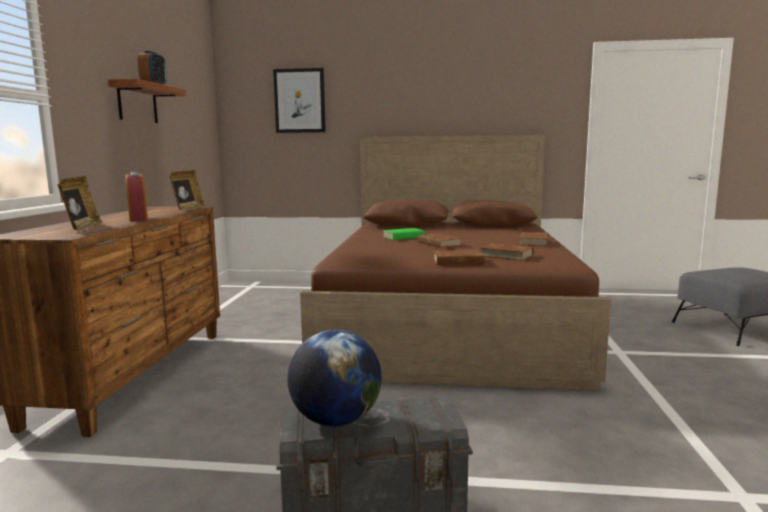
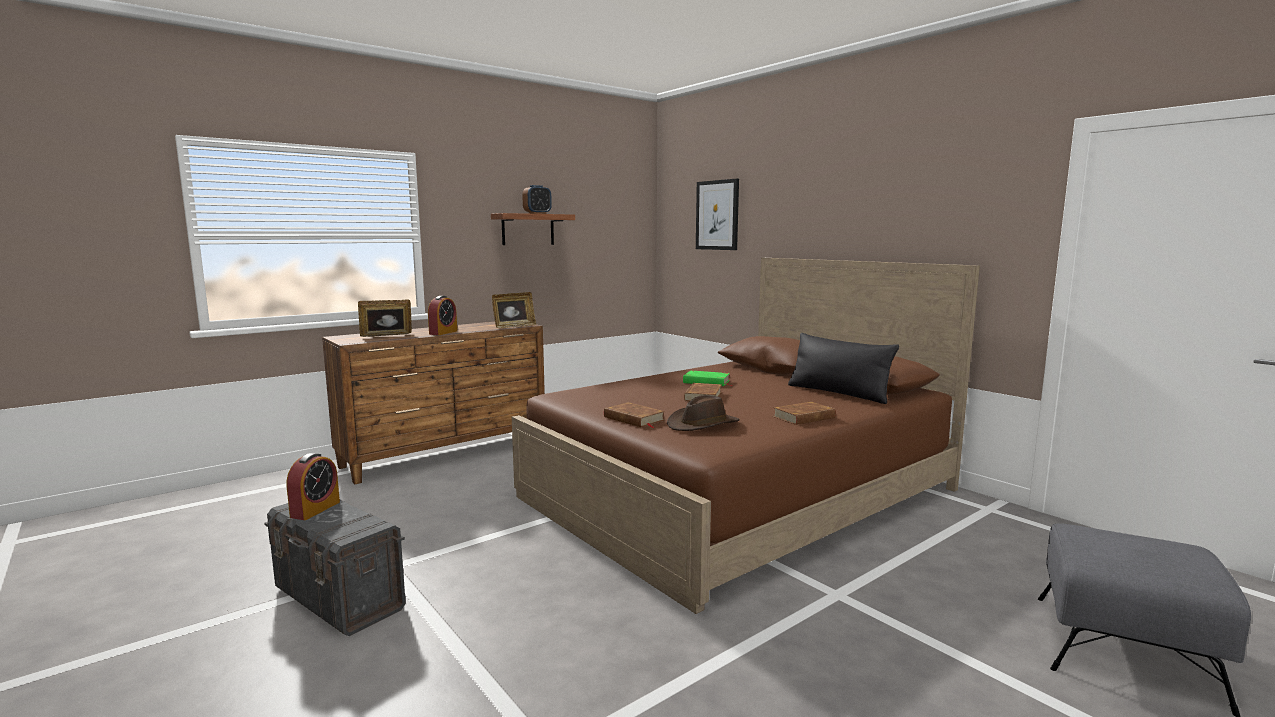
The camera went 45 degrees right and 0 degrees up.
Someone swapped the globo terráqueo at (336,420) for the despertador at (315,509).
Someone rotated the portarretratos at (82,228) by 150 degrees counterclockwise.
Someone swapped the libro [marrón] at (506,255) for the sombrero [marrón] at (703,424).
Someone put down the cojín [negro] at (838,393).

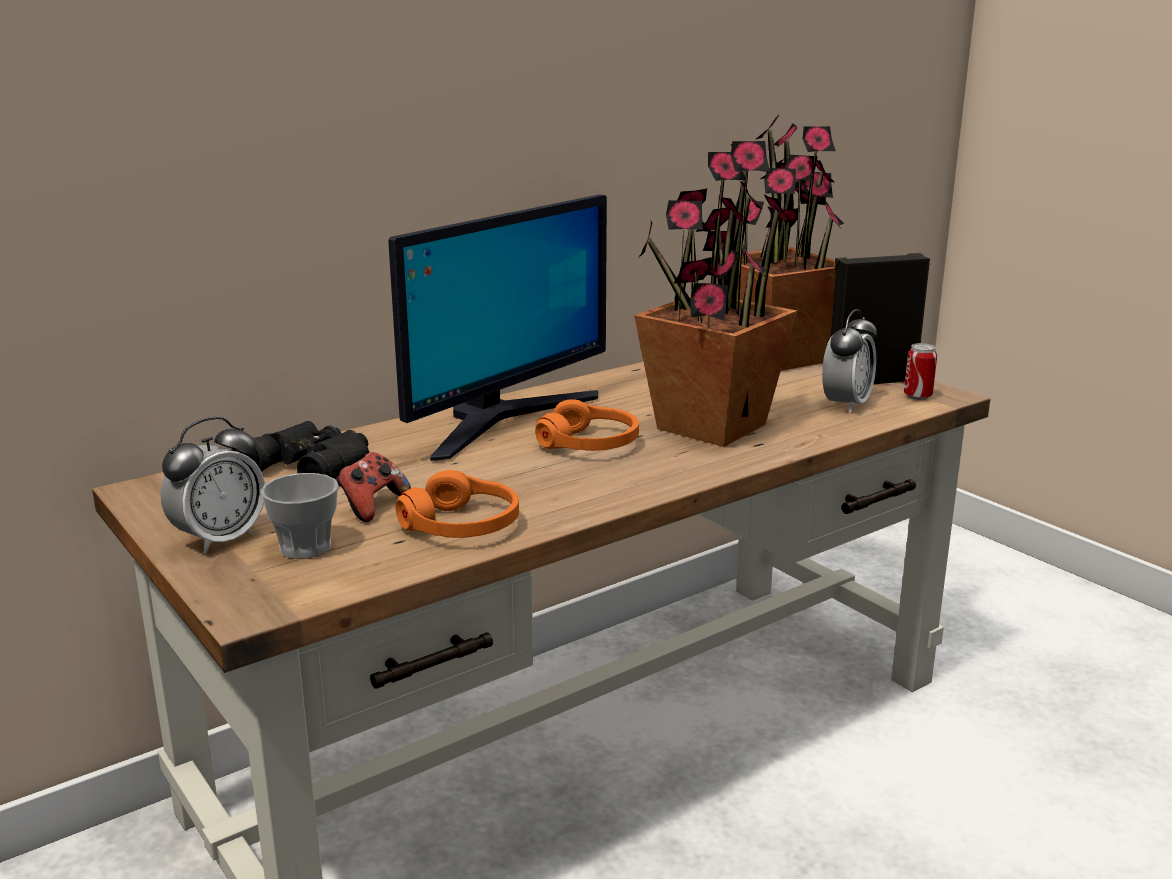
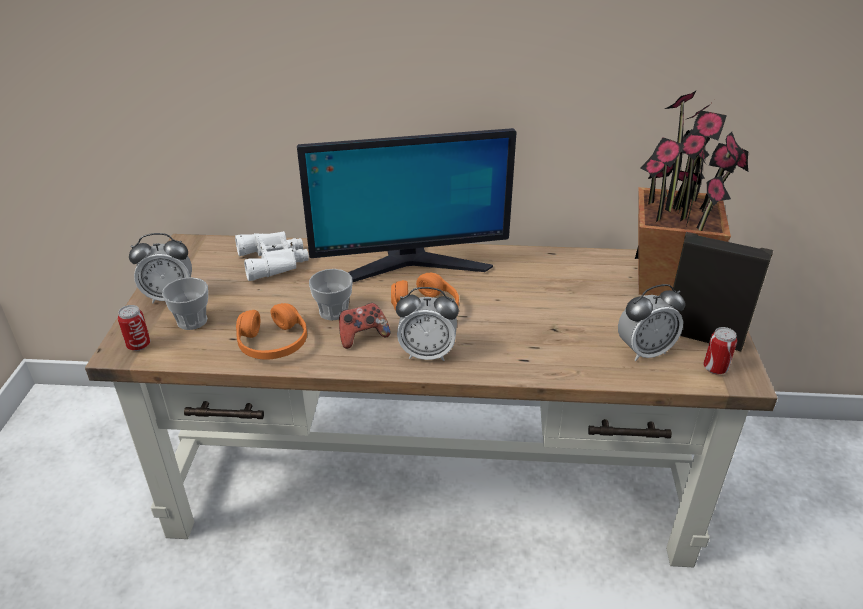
The camera went 40 degrees right and 15 degrees up.
Someone put down the lata at (139,345).
Someone repainted the prismáticos [negro] at (315,464), which became the prismáticos [blanco] at (274,260).
Someone put down the taza at (333,311).
Someone carried the mando de consola from (372,506) to (363,336).
Someone put down the despertador at (427,353).
Someone took away the planta en maceta at (709,426).

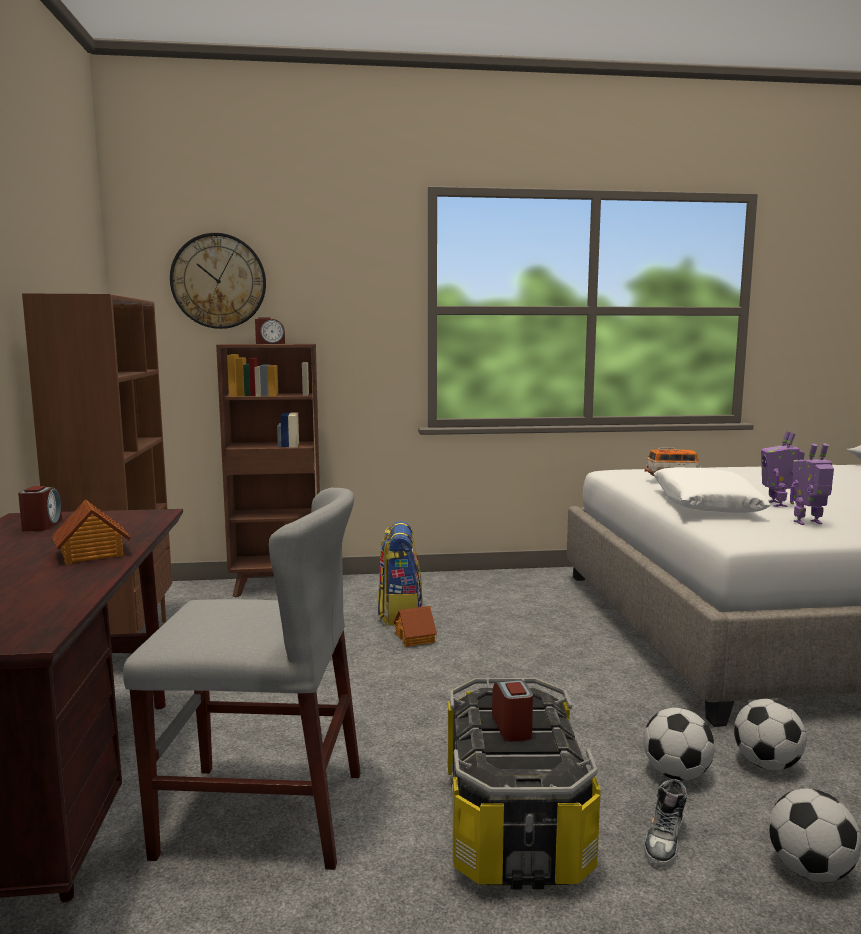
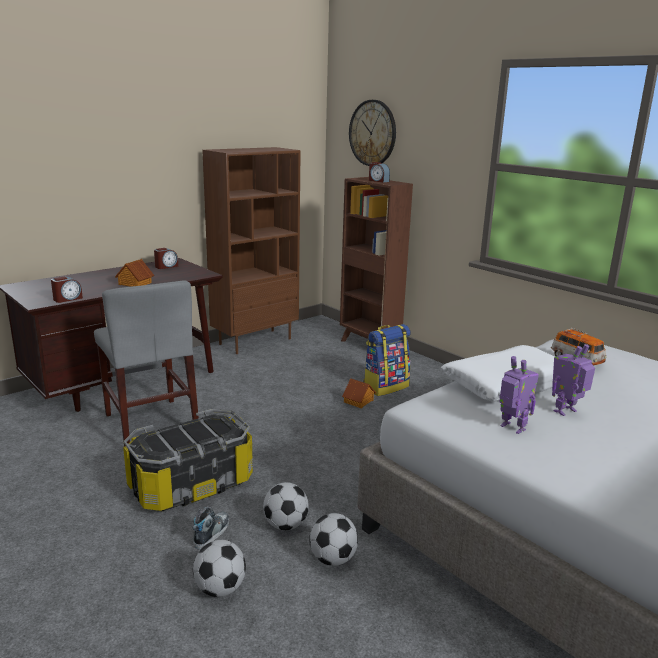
The camera went 55 degrees right and 10 degrees up.
Someone carried the despertador from (512,727) to (67,299).
Someone rotated the zapato at (665,841) by 120 degrees clockwise.

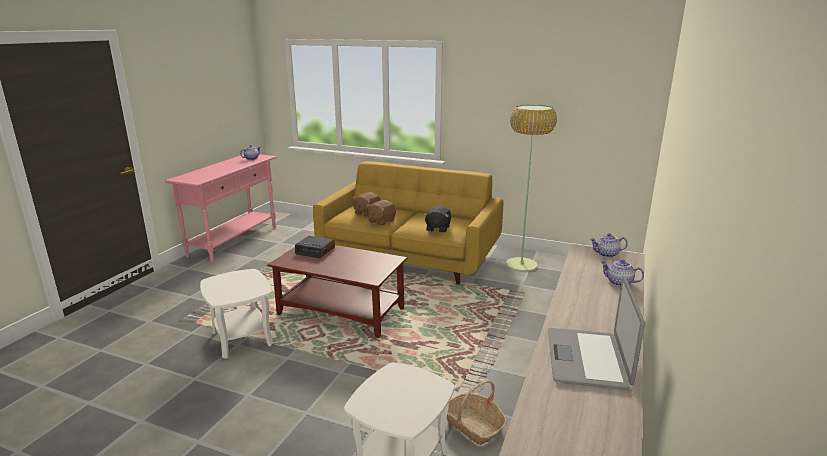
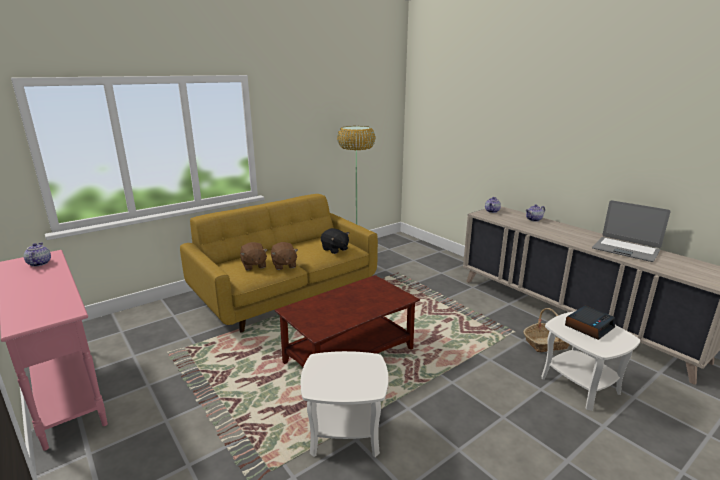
The camera went 60 degrees left and 0 degrees up.
Someone carried the despertador from (315,251) to (589,326).

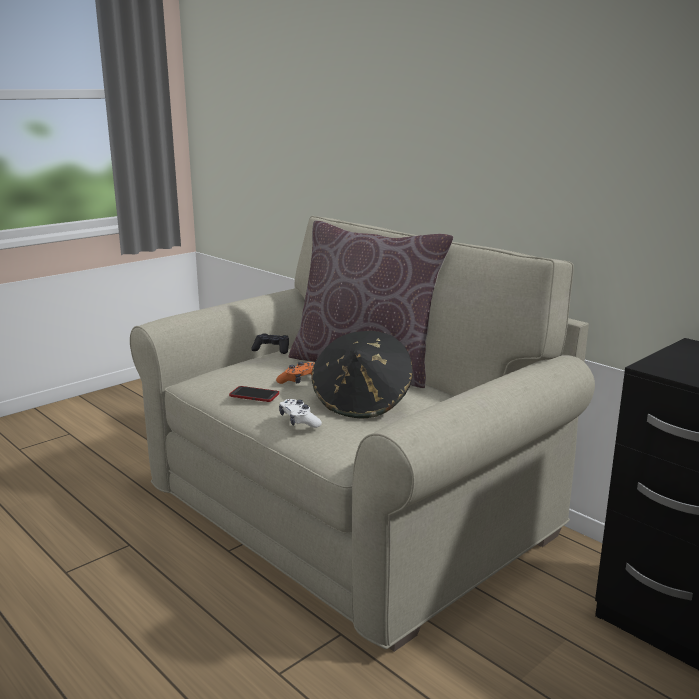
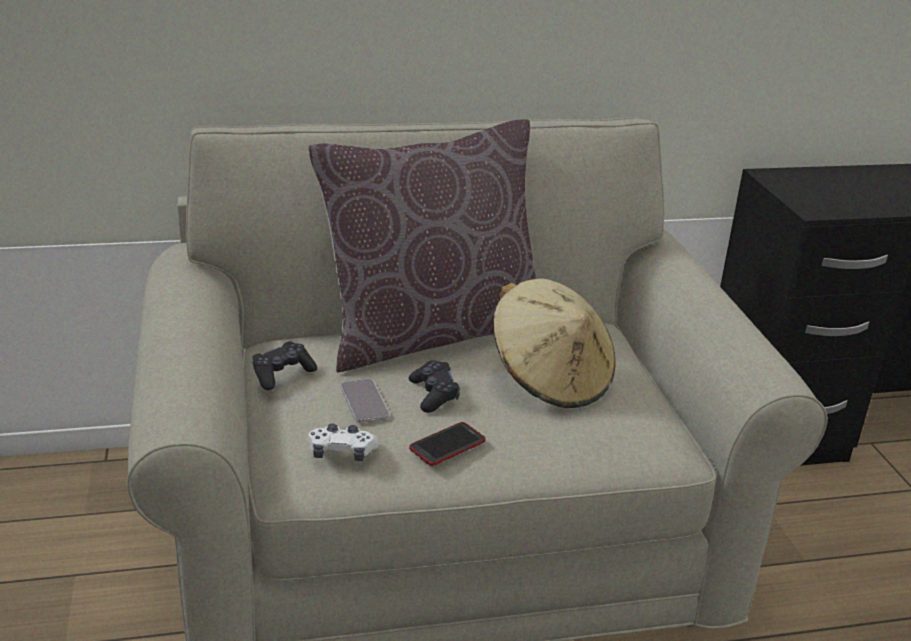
The camera went 60 degrees left and 10 degrees up.
Someone carried the mando de consola [blanco] from (299,421) to (341,452).
Someone put down the móvil at (364,402).
Someone repainted the mando de consola [naranja] at (299,380), which became the mando de consola [negro] at (434,394).
Someone repainted the sombrero [negro] at (362,402), which became the sombrero [beis] at (550,379).

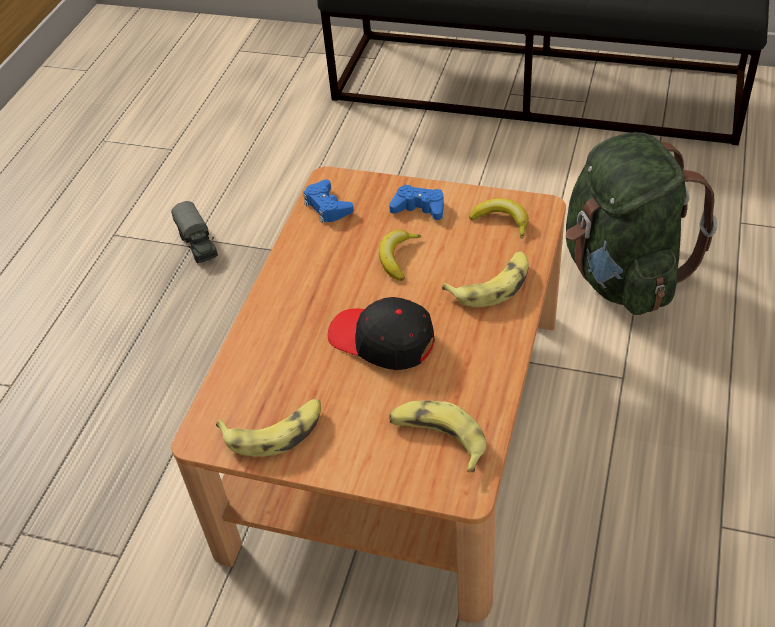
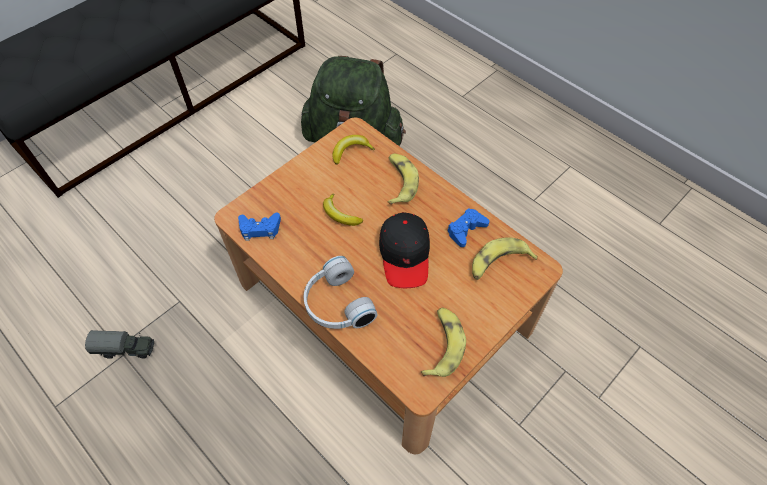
The camera went 65 degrees left and 10 degrees up.
Someone put down the auriculares [blanco] at (336,304).
Someone rotated the gorra [negro] at (382,340) by 60 degrees counterclockwise.
Someone carried the mando de consola [azul] from (419,208) to (466,230).

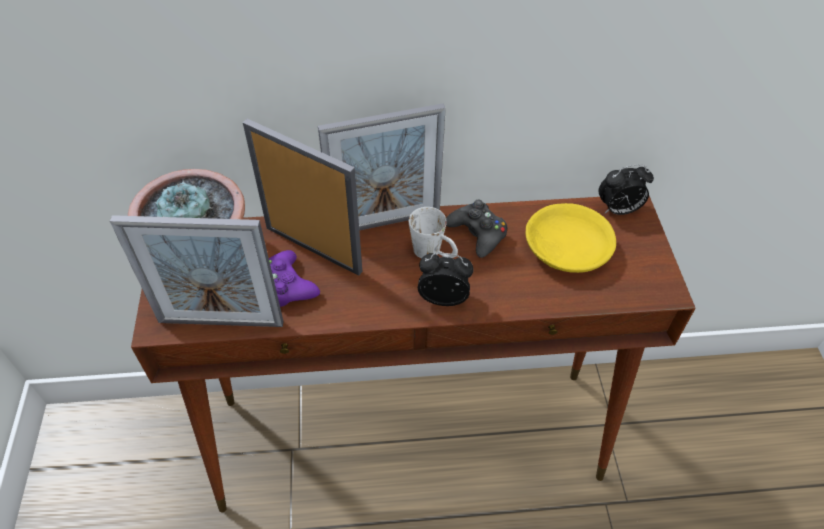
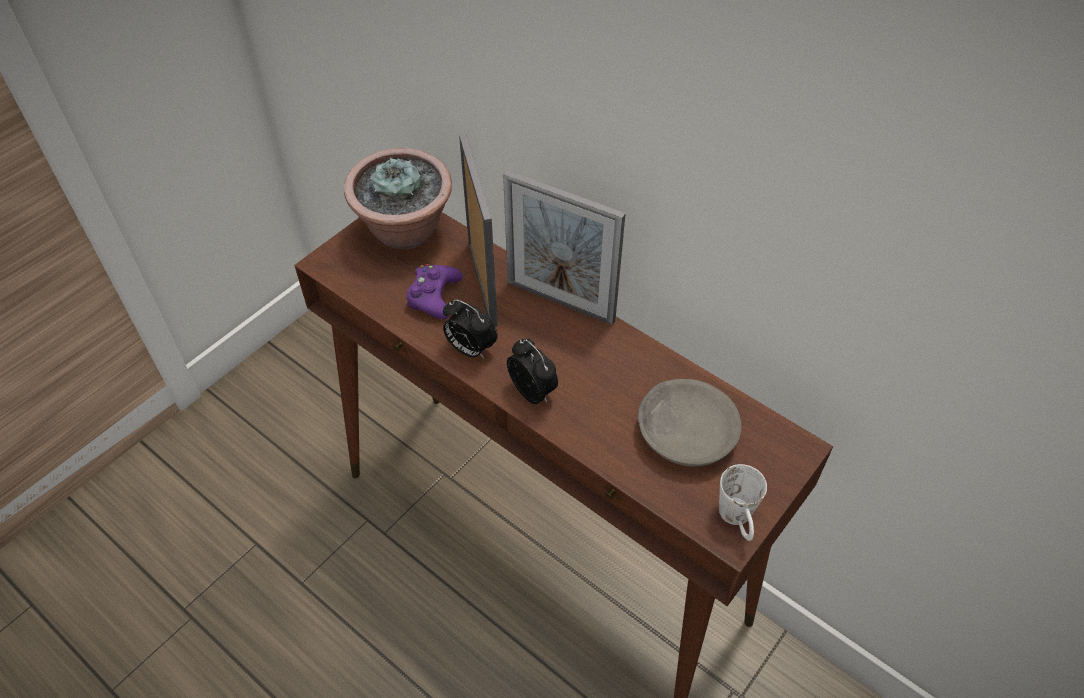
The camera went 45 degrees right and 0 degrees up.
Someone carried the despertador from (618,210) to (470,349).
Someone repainted the cuenco [amarillo] at (565,248), which became the cuenco [gris] at (685,431).
Someone carried the taza grande [blanco] from (434,253) to (738,521).
Someone took away the portarretratos at (221,322).
Someone took away the mando de consola [negro] at (478,233).

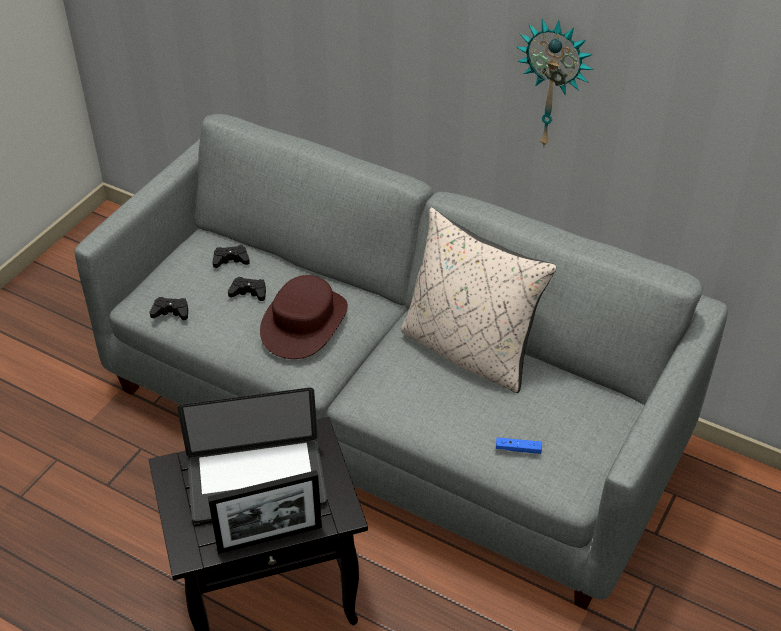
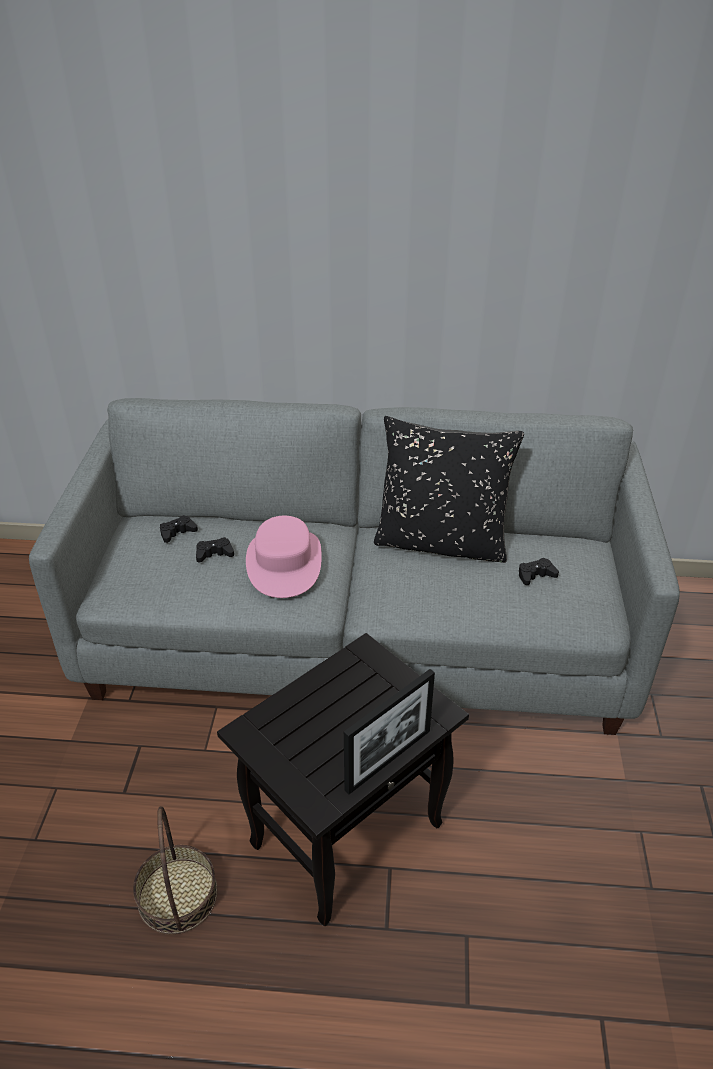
The camera went 25 degrees left and 5 degrees down.
Someone put down the cesta at (177,895).
Someone repainted the sombrero [marrón] at (304,322), which became the sombrero [rosa] at (284,563).
Someone repainted the cojín [beis] at (469,351), which became the cojín [negro] at (441,542).
Someone carried the mando de consola [negro] from (171,312) to (535,575).
Someone took away the portátil at (256,482).
Someone took away the mando de consola [azul] at (518,449).
Someone took away the reloj de pared at (553,83).

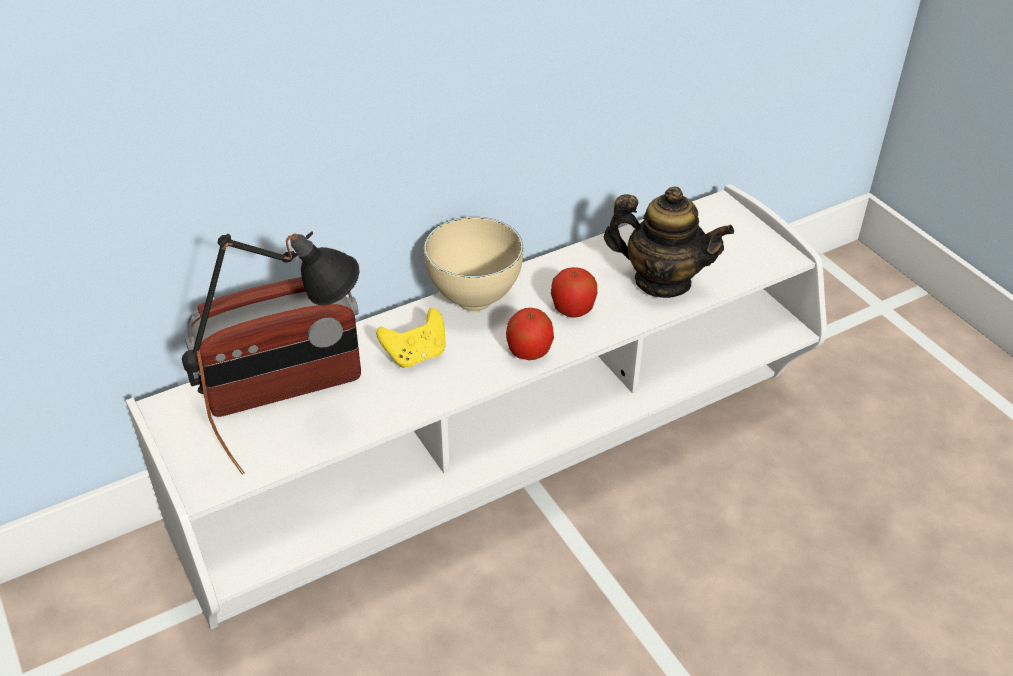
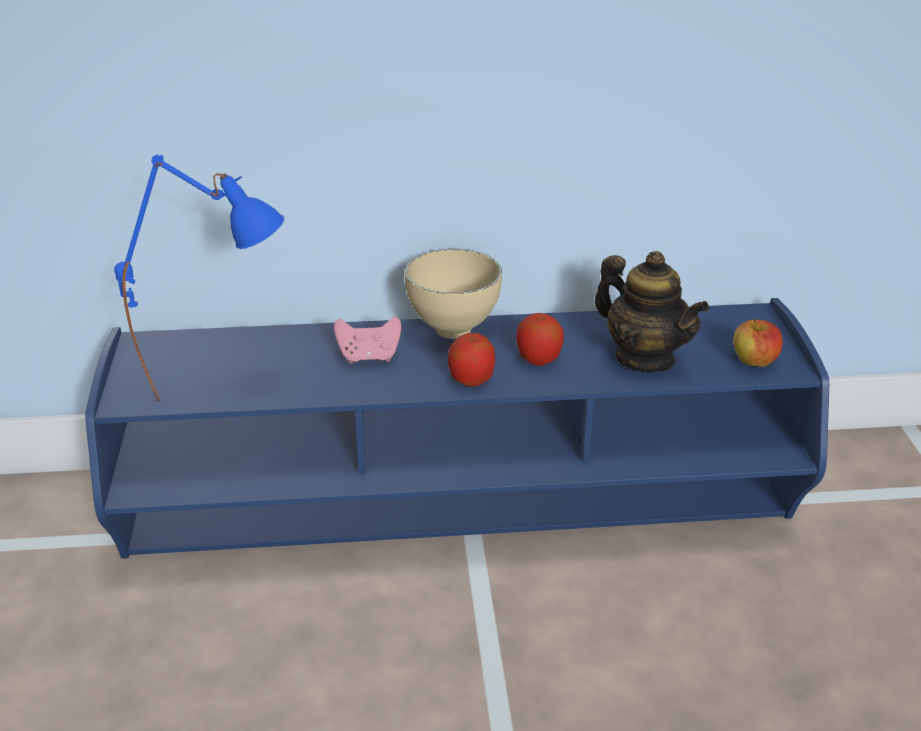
The camera went 25 degrees right and 10 degrees down.
Someone repainted the mueble de televisión [blanco] at (506,462), which became the mueble de televisión [azul] at (461,511).
Someone repainted the lámpara de mesa [negro] at (293,439), which became the lámpara de mesa [azul] at (218,388).
Someone repainted the mando de consola [amarillo] at (416,355), which became the mando de consola [rosa] at (369,357).
Someone put down the manzana at (754,362).
Someone took away the radio at (284,387).

